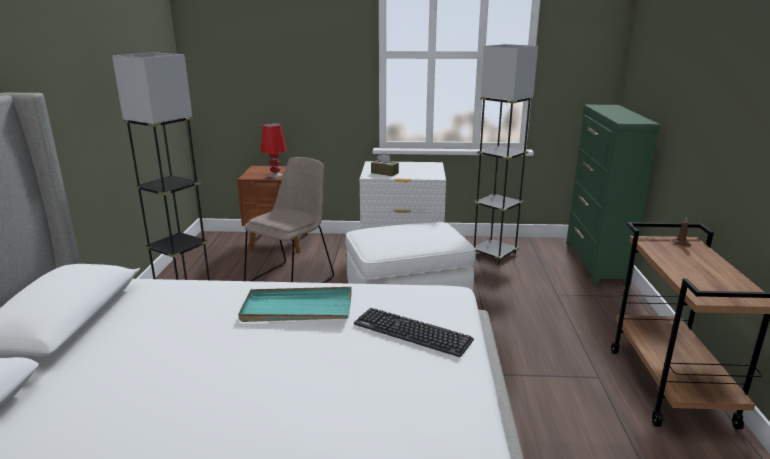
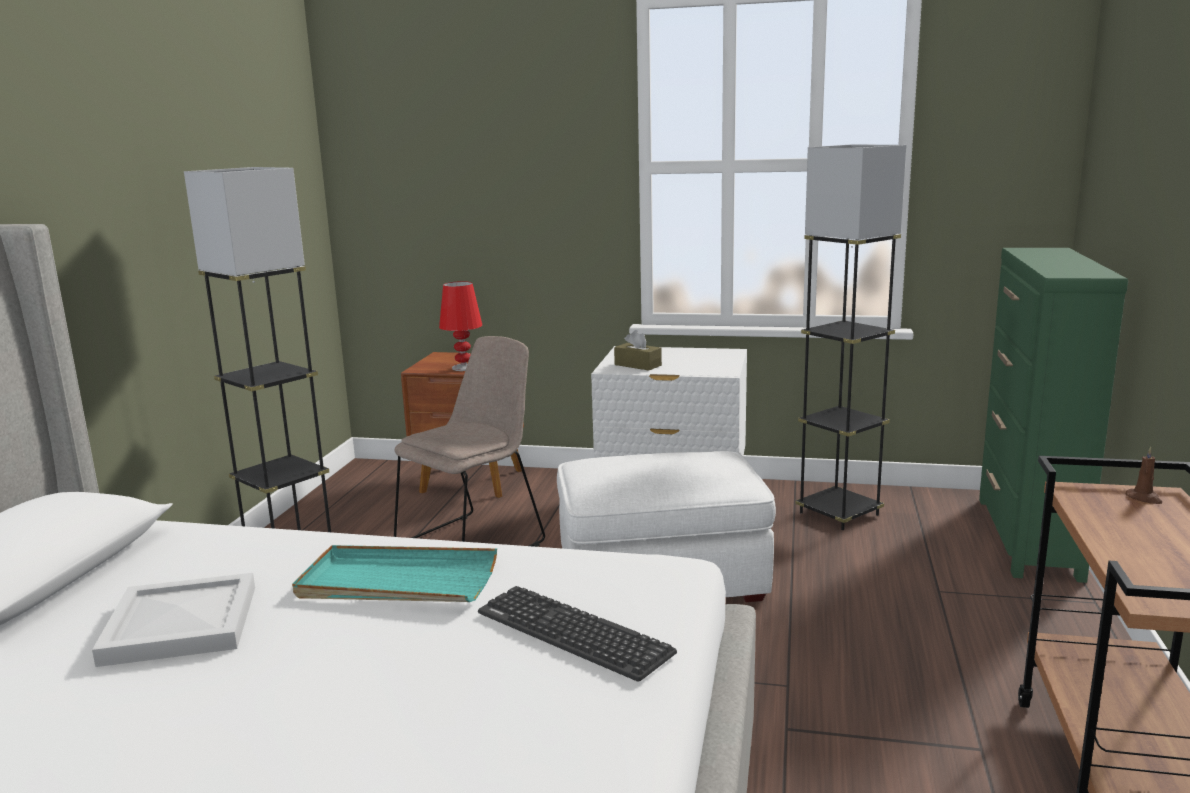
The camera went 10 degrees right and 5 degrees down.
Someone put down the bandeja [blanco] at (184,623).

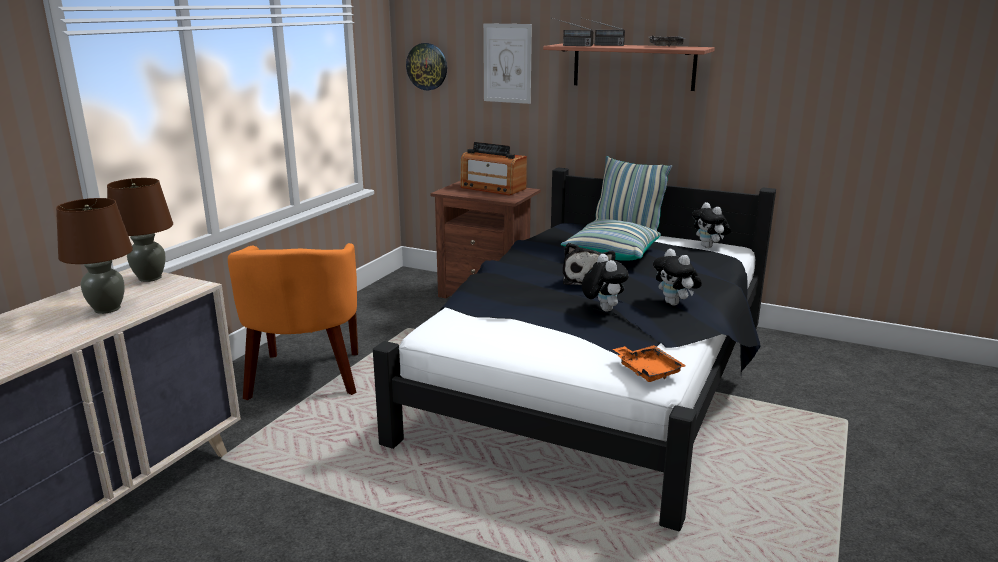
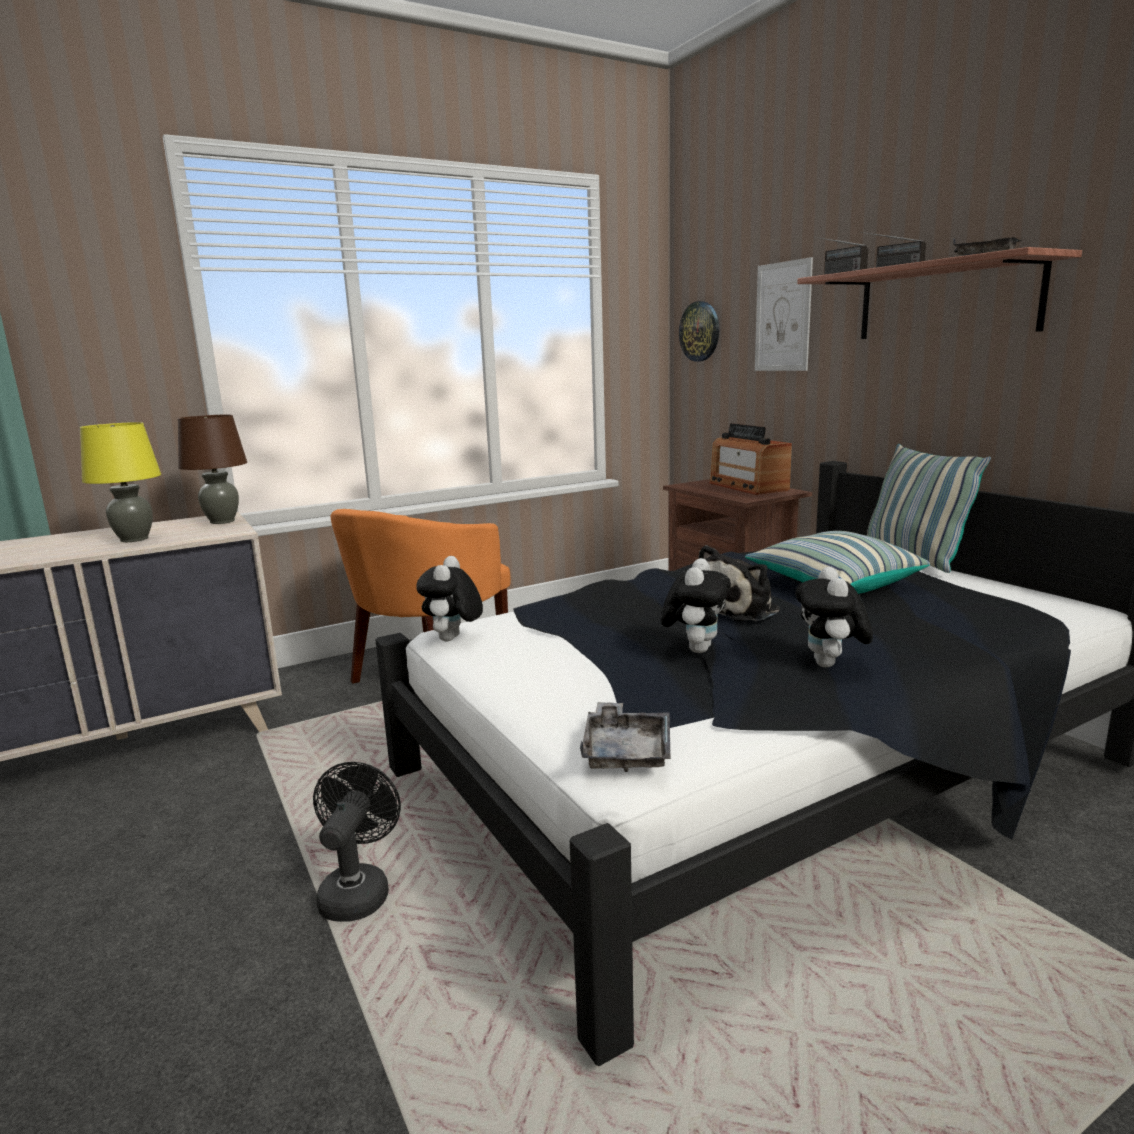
The camera went 35 degrees right and 5 degrees down.
Someone repainted the lámpara de mesa [marrón] at (108,309), which became the lámpara de mesa [amarillo] at (135,539).
Someone put down the ventilador [negro] at (358,890).
Someone carried the peluche from (709,247) to (453,640).
Someone repainted the bandeja [naranja] at (647,370), which became the bandeja [gris] at (626,751).

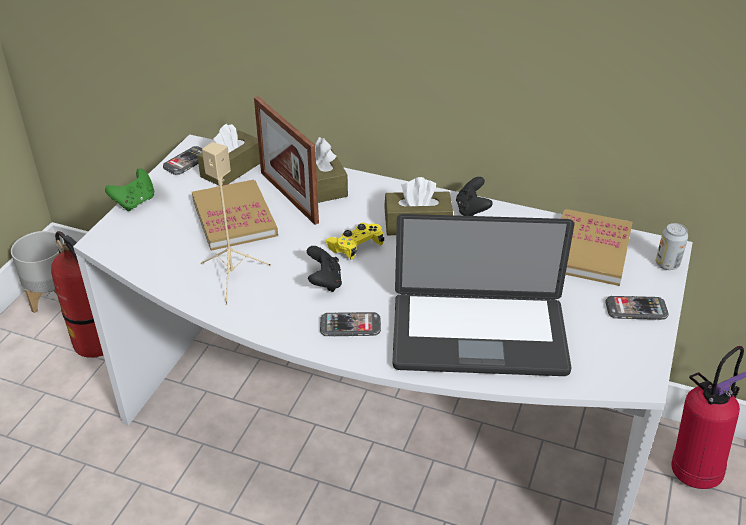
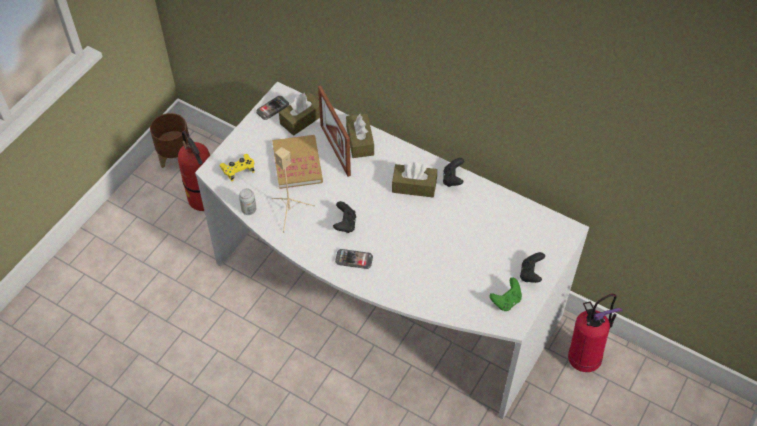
The camera went 10 degrees right and 15 degrees up.
Someone repainted the maceta [gris] at (53,298), which became the maceta [marrón] at (176,157).
Someone carried the mando de consola [amarillo] from (356,247) to (238,171).
Someone carried the lata from (667,264) to (249,210).
Someone carried the mando de consola [verde] from (135,202) to (506,301).
Someone swapped the móvil at (636,309) for the mando de consola [negro] at (530,274).
Someone took away the portátil at (478,336).
Someone took away the libro at (589,250).

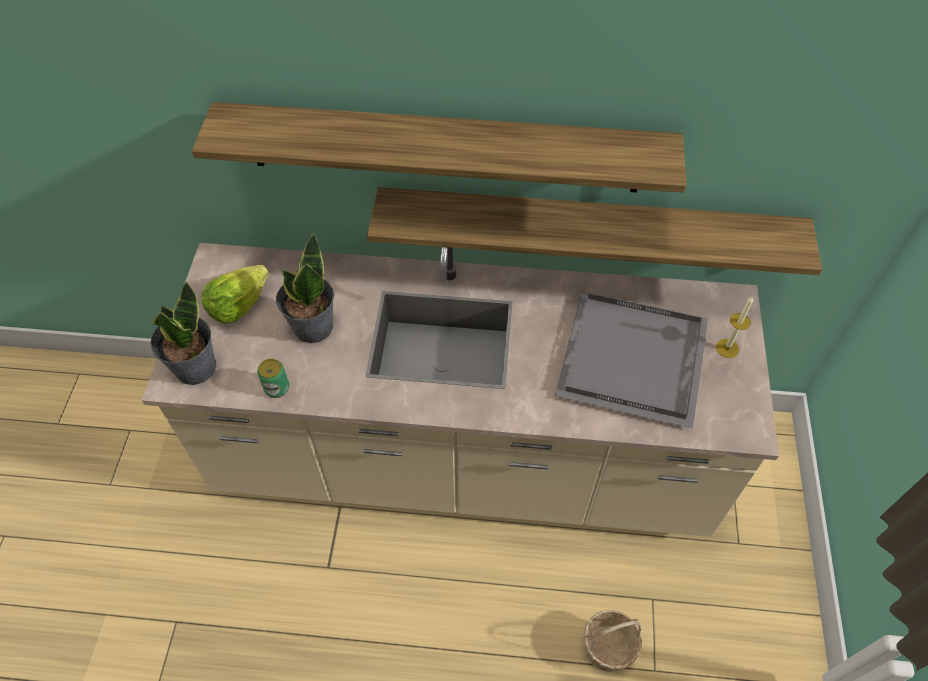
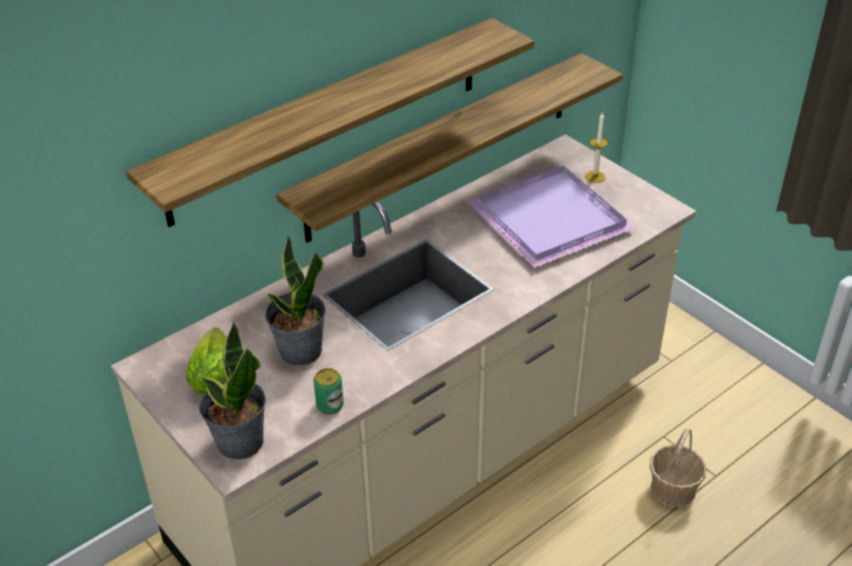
The camera went 45 degrees left and 15 degrees down.
Someone repainted the bandeja [gris] at (629,361), which became the bandeja [morado] at (549,221).

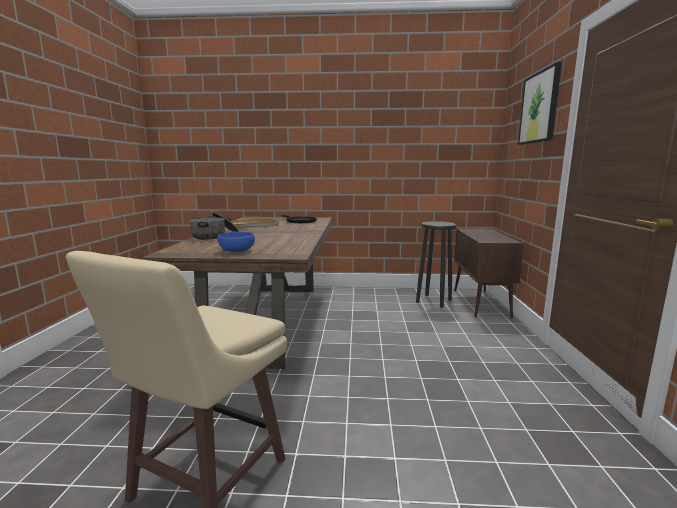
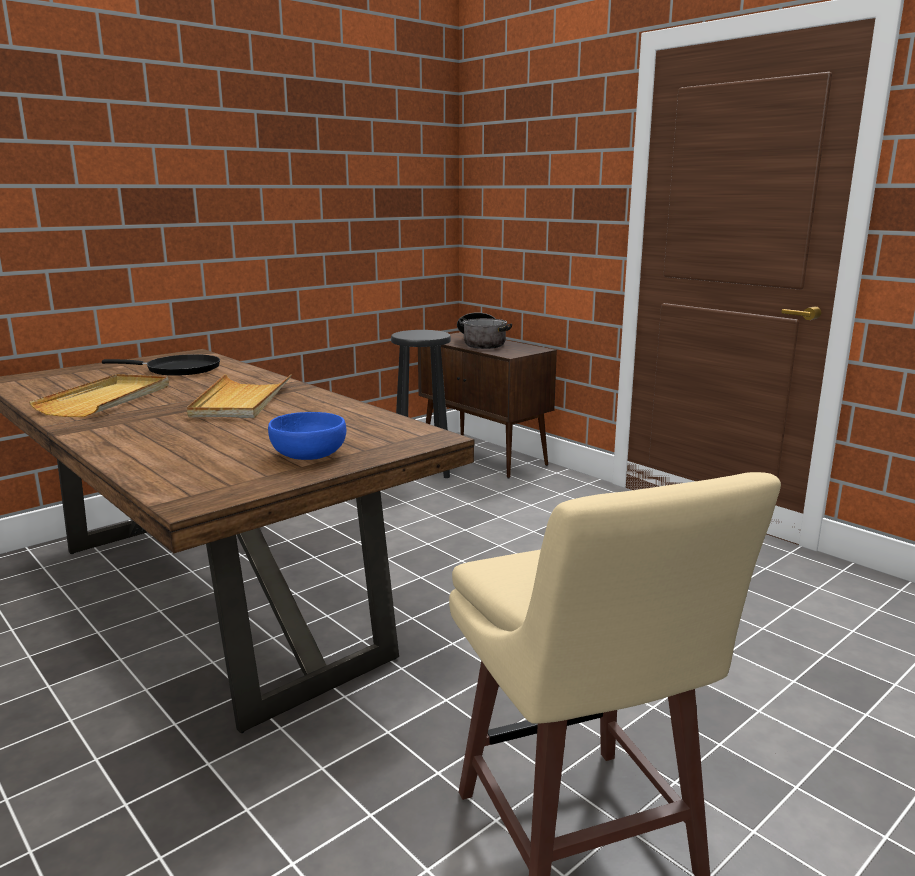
The camera went 45 degrees left and 5 degrees up.
Someone put down the bandeja [beis] at (241,401).
Someone carried the olla from (215,236) to (482,343).
Someone took away the cuadro at (539,107).

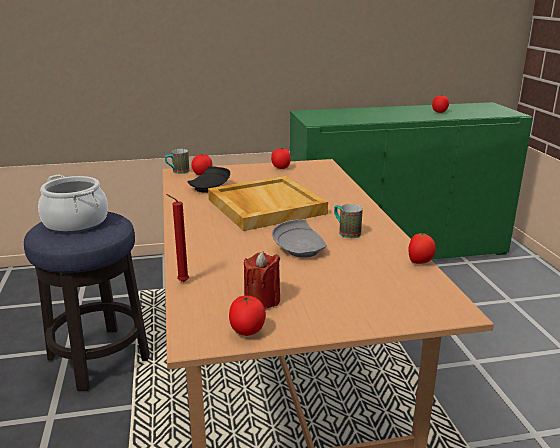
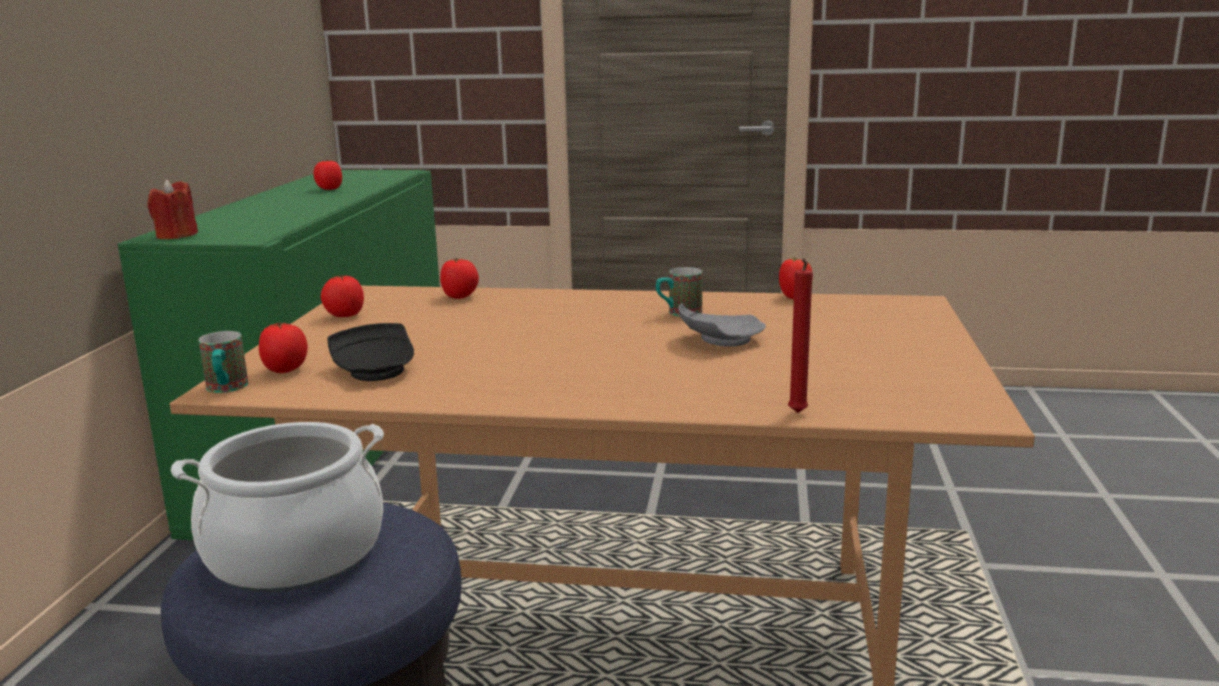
The camera went 70 degrees left and 5 degrees down.
Someone carried the vela [rojo] from (262,300) to (176,235).
Someone carried the tomate from (247,332) to (460,297).
Someone took away the bandeja [beis] at (265,206).

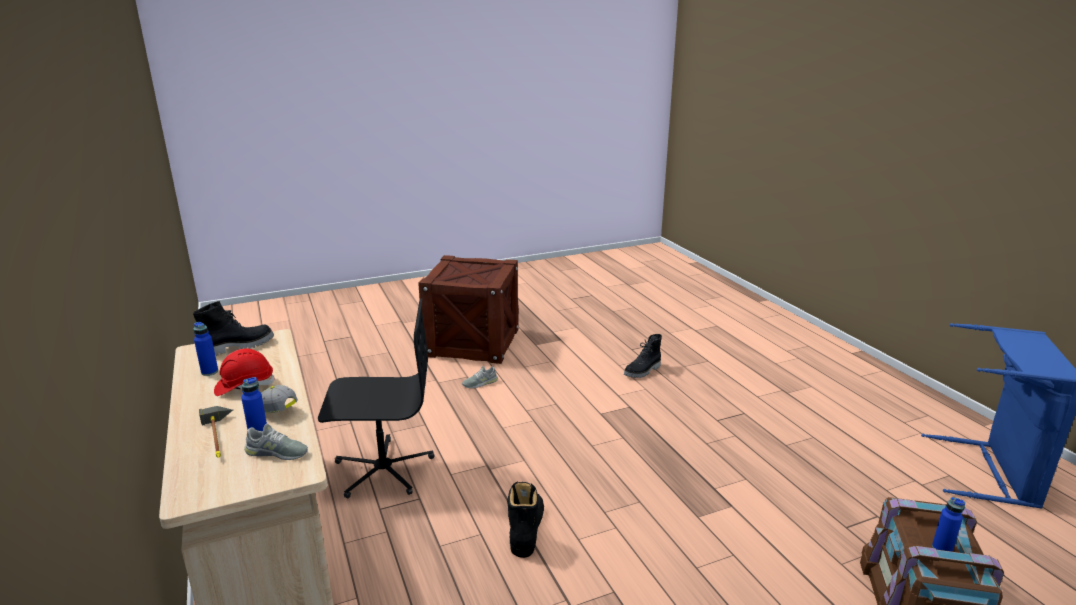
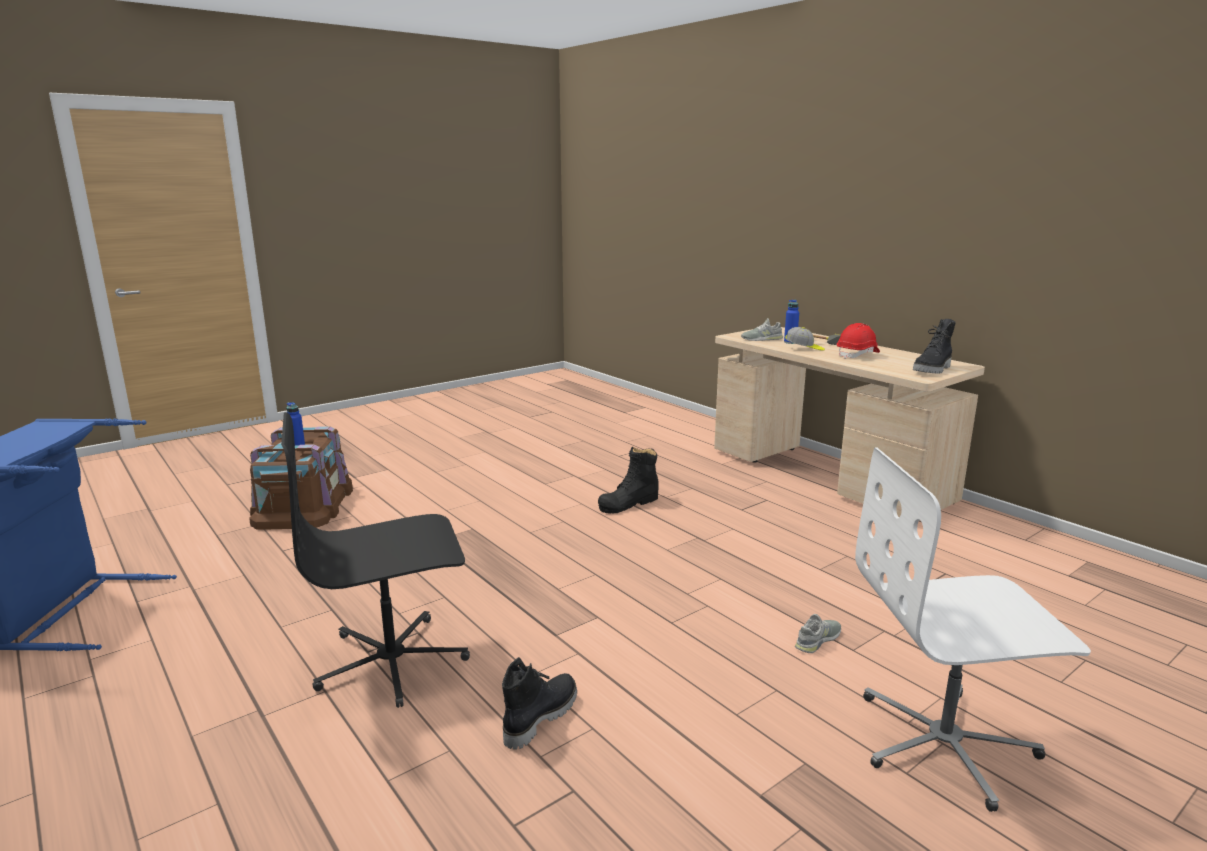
The camera went 165 degrees right and 5 degrees down.
Someone carried the silla de oficina [negro] from (383,469) to (392,661).
Someone rotated the bota [negro] at (526,529) by 60 degrees clockwise.
Someone swapped the caja de embalaje at (473,342) for the silla de oficina [blanco] at (945,743).
Someone took away the botella [azul] at (209,372).

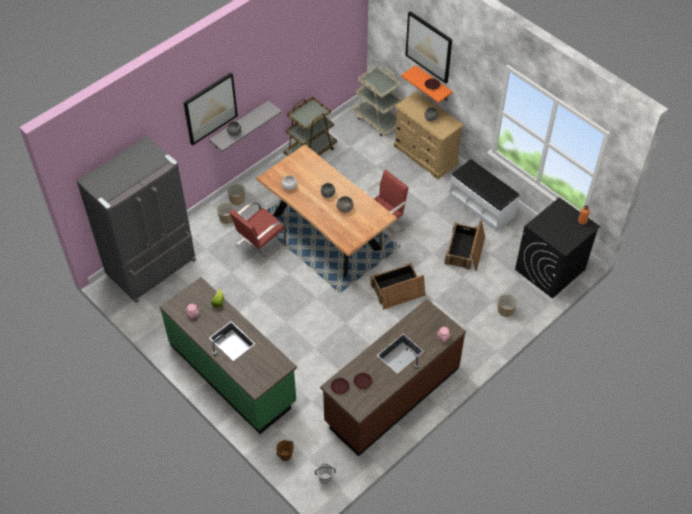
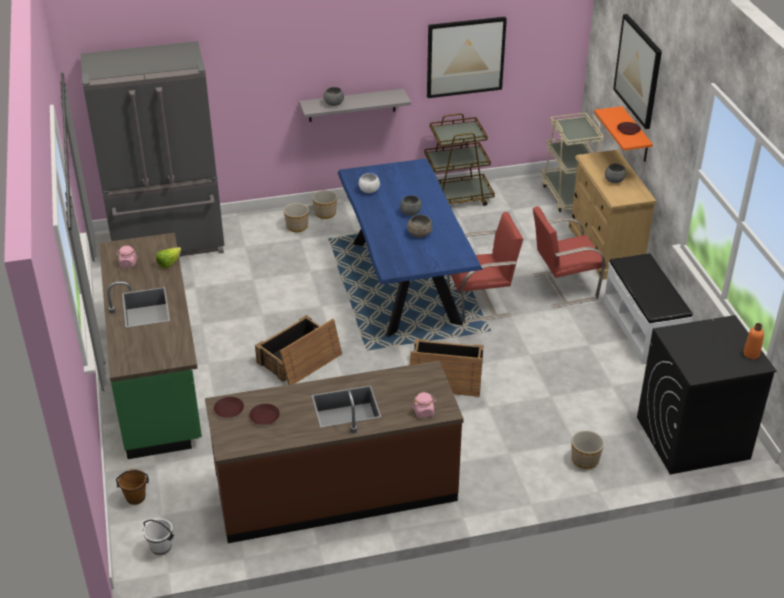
The camera went 30 degrees right and 15 degrees down.
Someone carried the caja de embalaje from (465,251) to (299,359).
Someone repainted the mesa de comedor [marrón] at (326,232), which became the mesa de comedor [azul] at (405,282).
Someone carried the cuadro from (210,108) to (465,57).
Someone carried the silla [rojo] from (260,245) to (562,287).

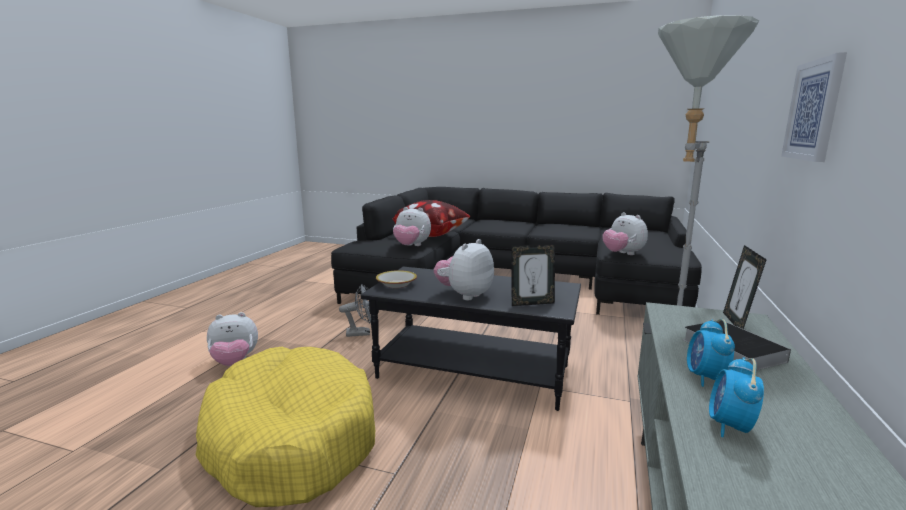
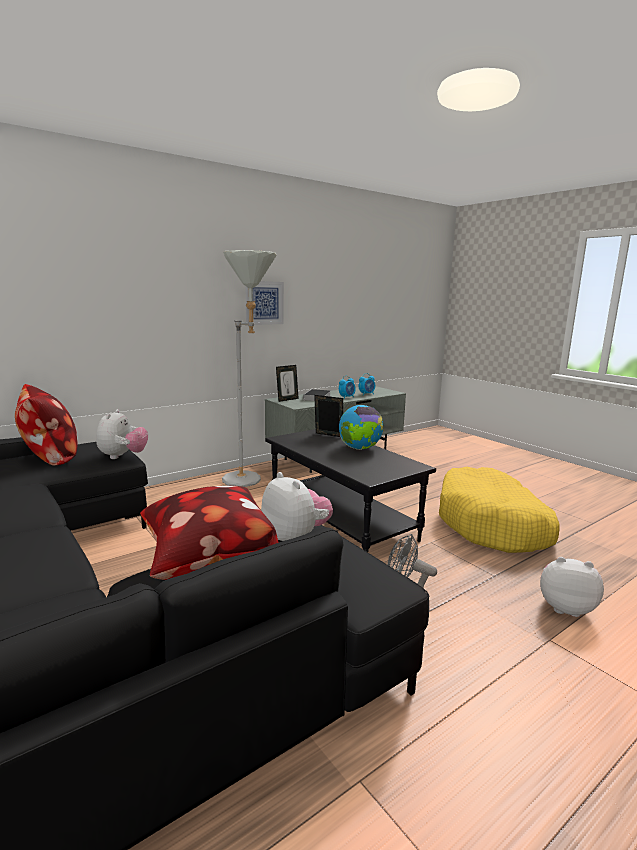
The camera went 145 degrees left and 0 degrees up.
Someone put down the cojín at (50,457).
Someone swapped the peluche at (464,295) for the globo terráqueo at (360,448).
Someone took away the cuenco at (396,284).

